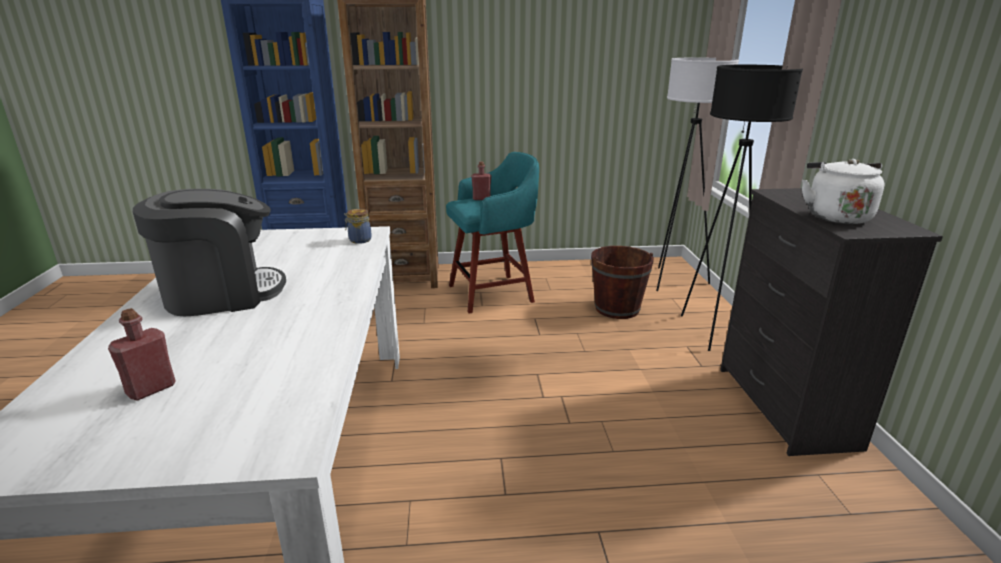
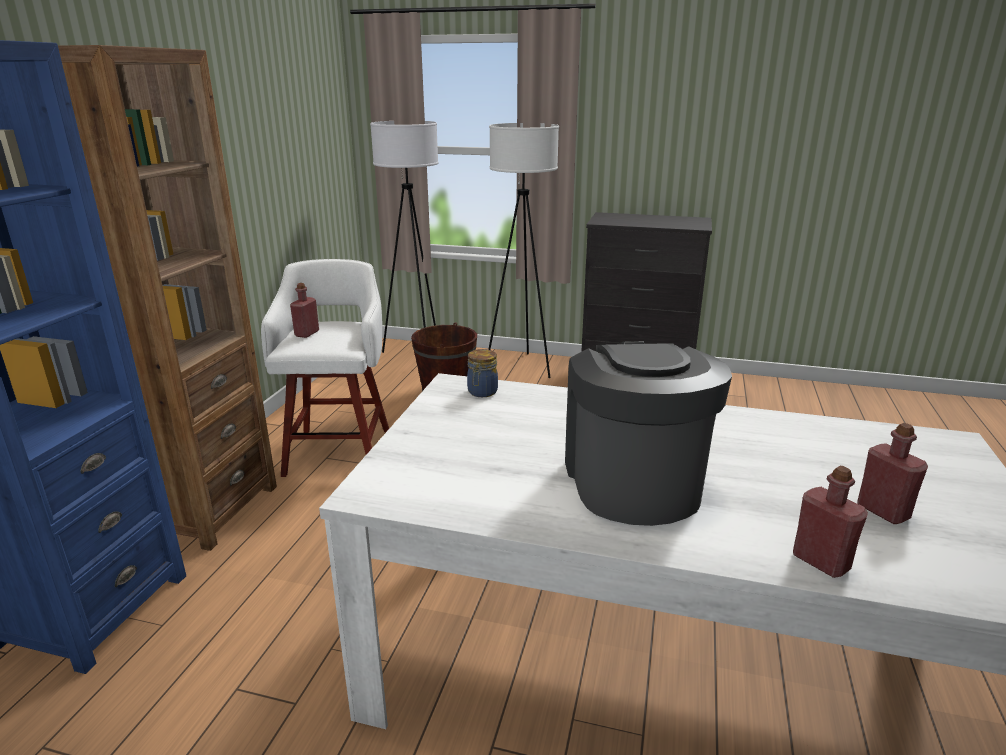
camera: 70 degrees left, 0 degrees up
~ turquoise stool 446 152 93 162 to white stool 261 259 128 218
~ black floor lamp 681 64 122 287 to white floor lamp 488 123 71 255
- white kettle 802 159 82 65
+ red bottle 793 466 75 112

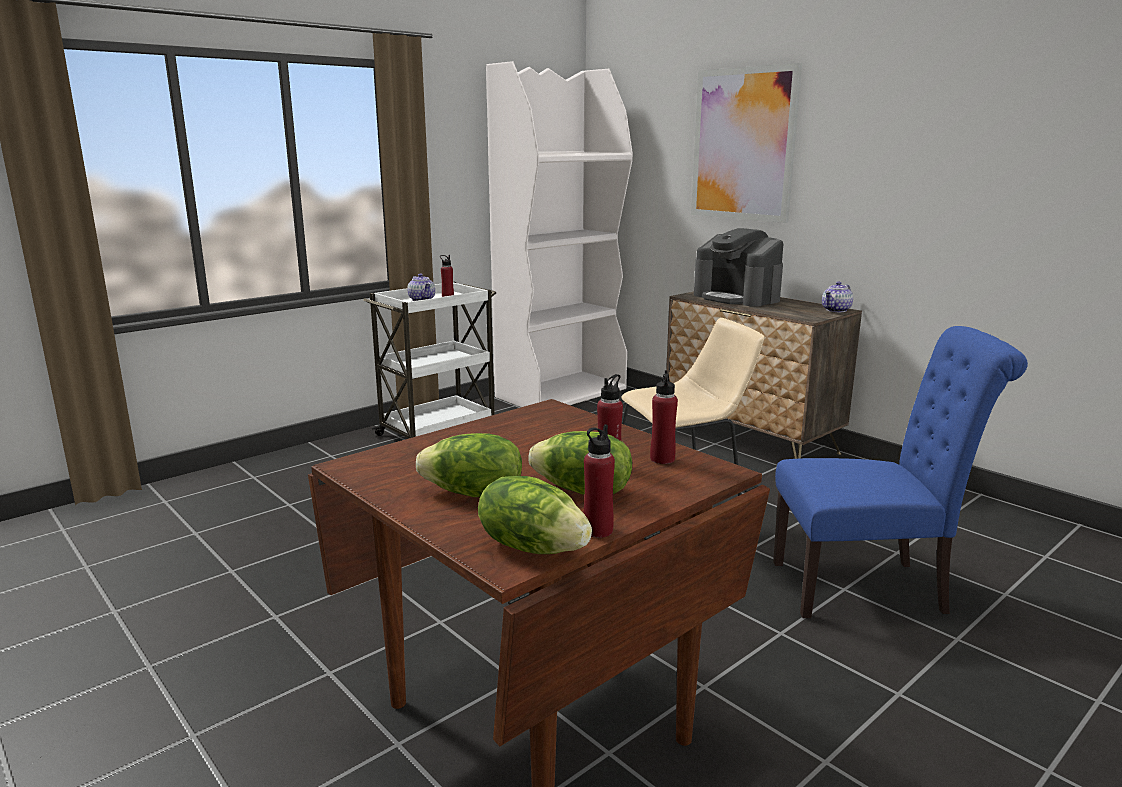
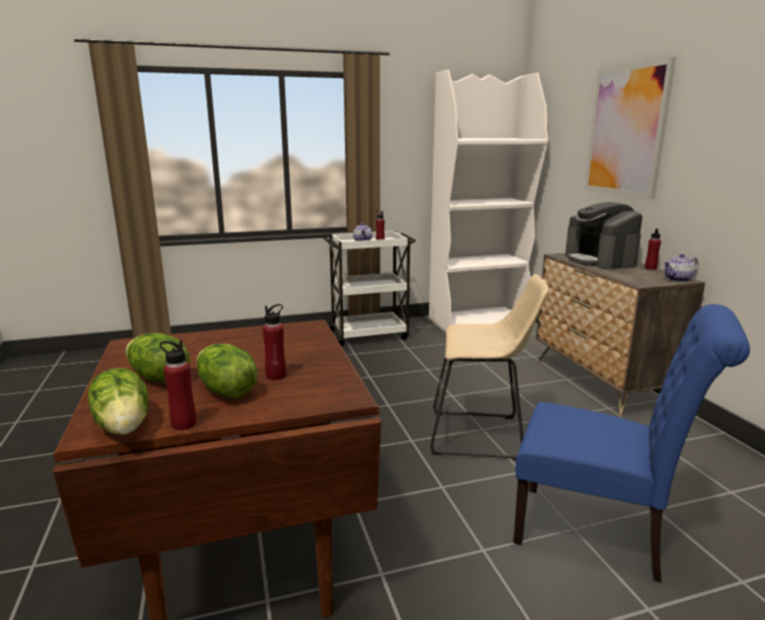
camera: 25 degrees right, 0 degrees up
~ red bottle 650 370 28 94 to 645 228 16 42

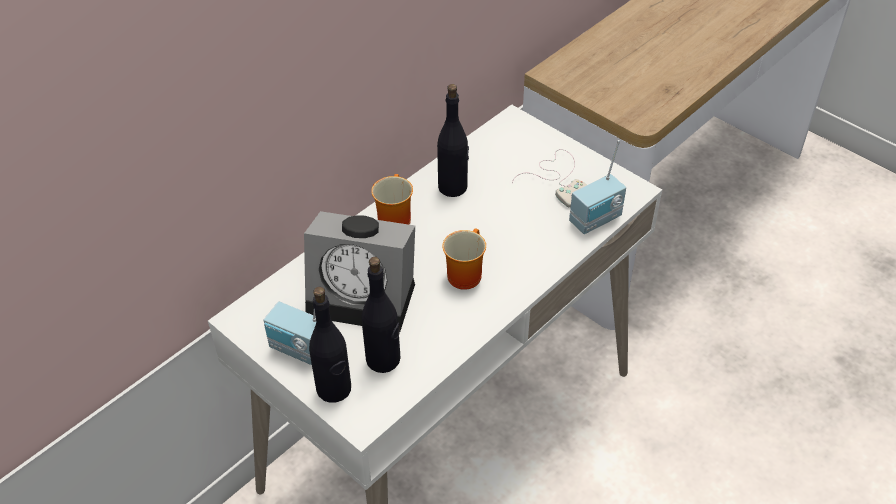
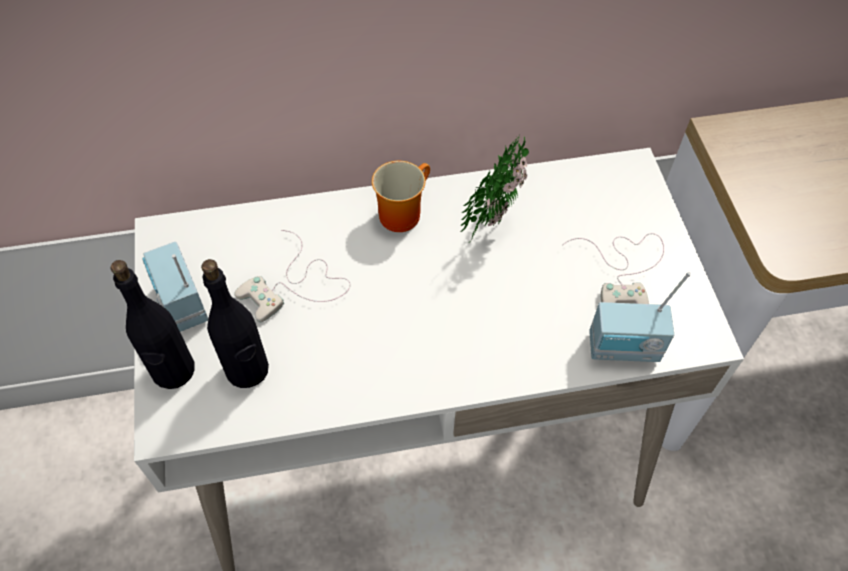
camera: 35 degrees right, 10 degrees up
~ alarm clock 304 211 111 120 to white game controller 234 230 117 92
~ black bottle 437 84 32 113 to potted plant 460 133 69 105
- mug 442 229 44 61

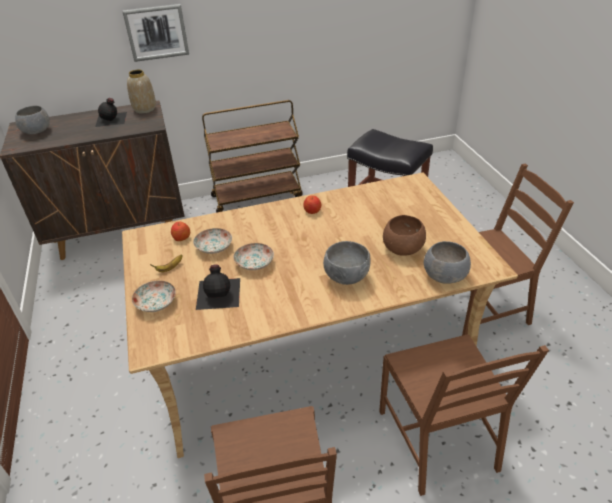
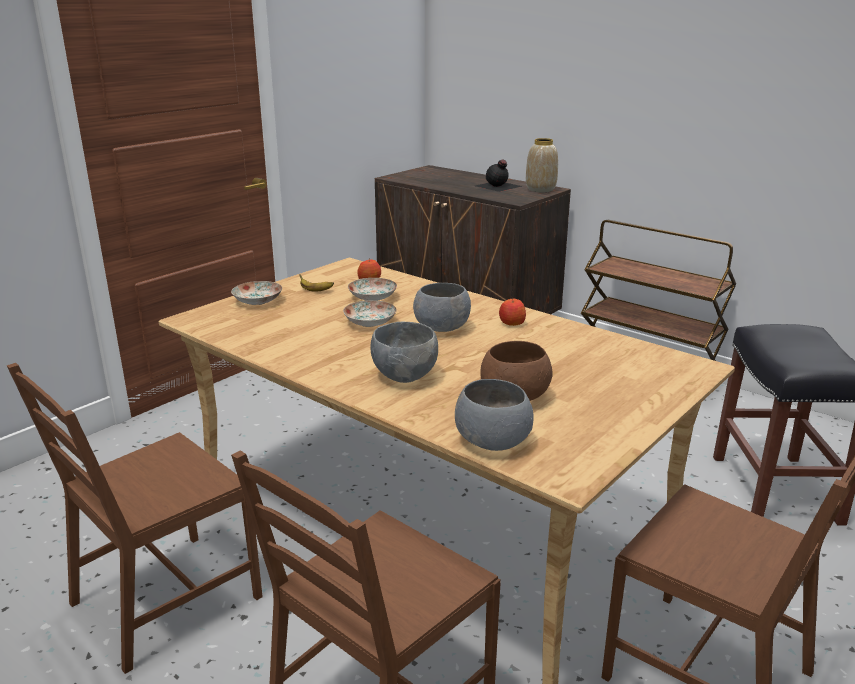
camera: 55 degrees right, 15 degrees down
~ grey bowl 15 106 35 28 to 413 283 58 49
- picture 122 4 67 58
- black bottle 196 264 44 46

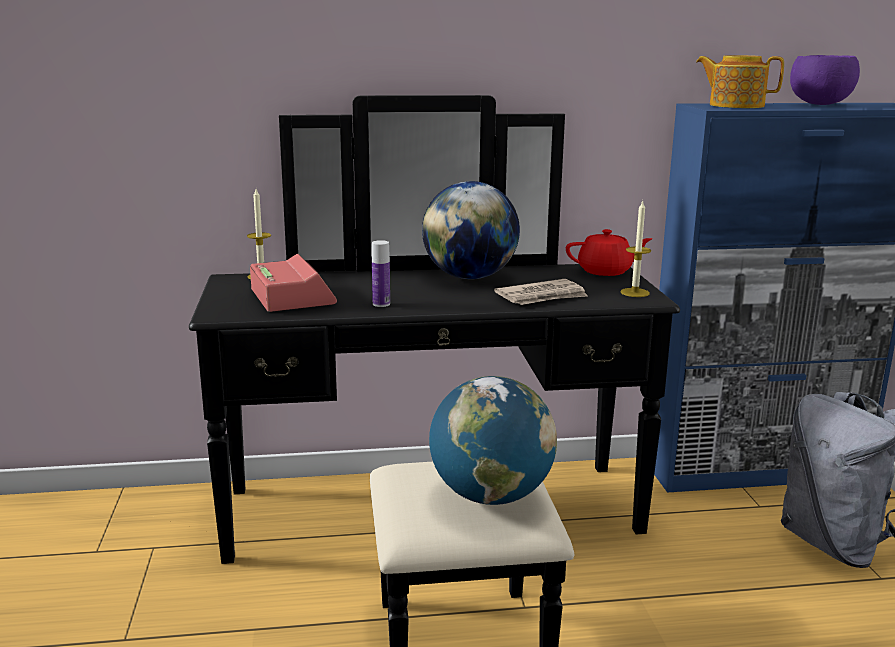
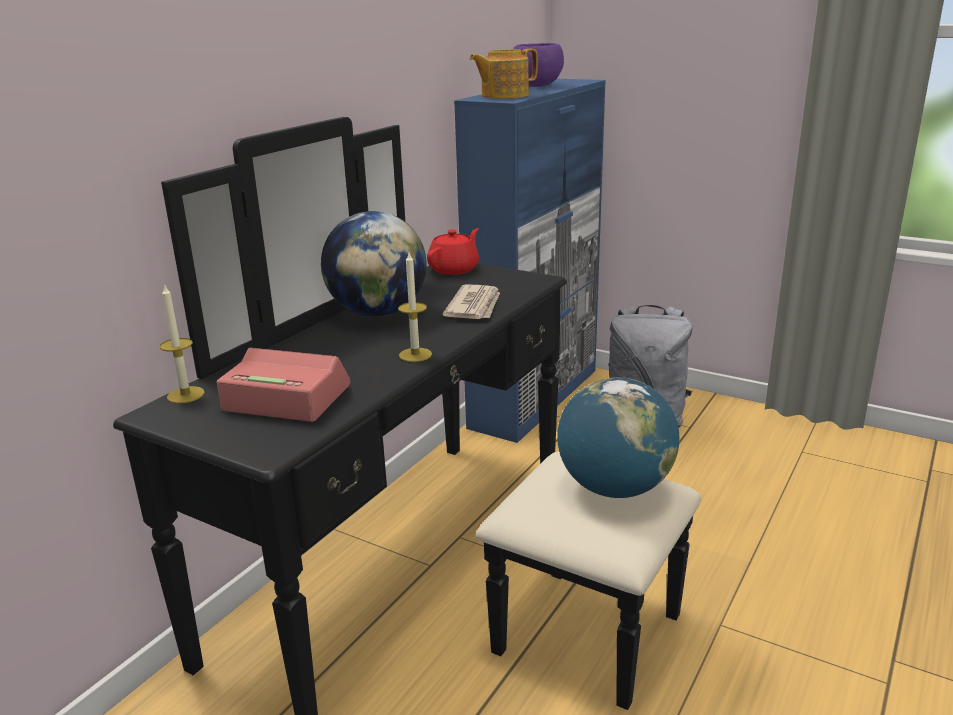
camera: 50 degrees left, 5 degrees up
- bottle 372 240 18 67
~ candle 620 200 31 97 to 398 253 34 109

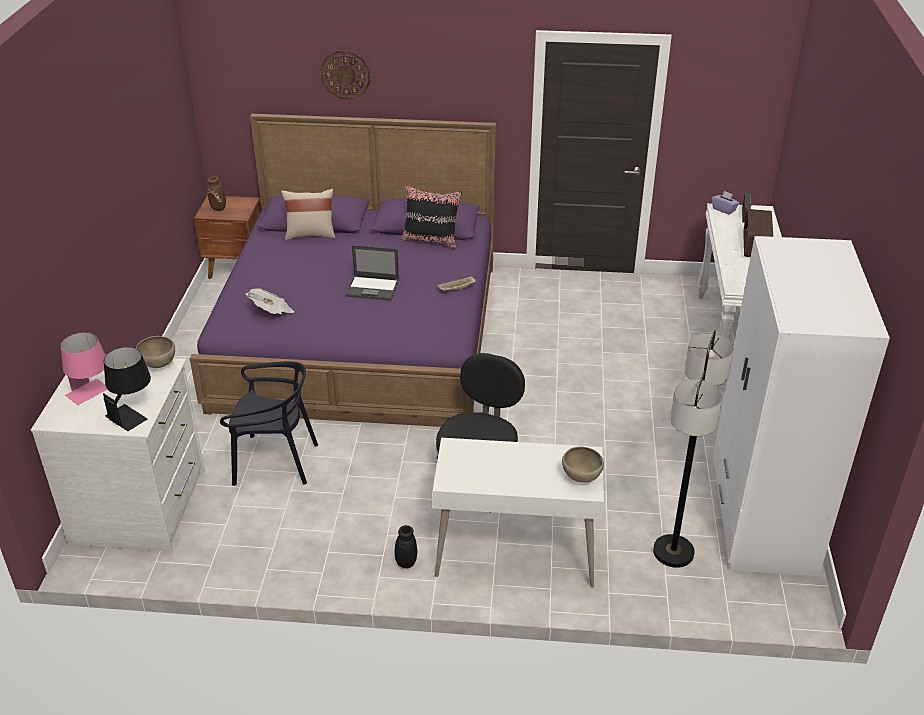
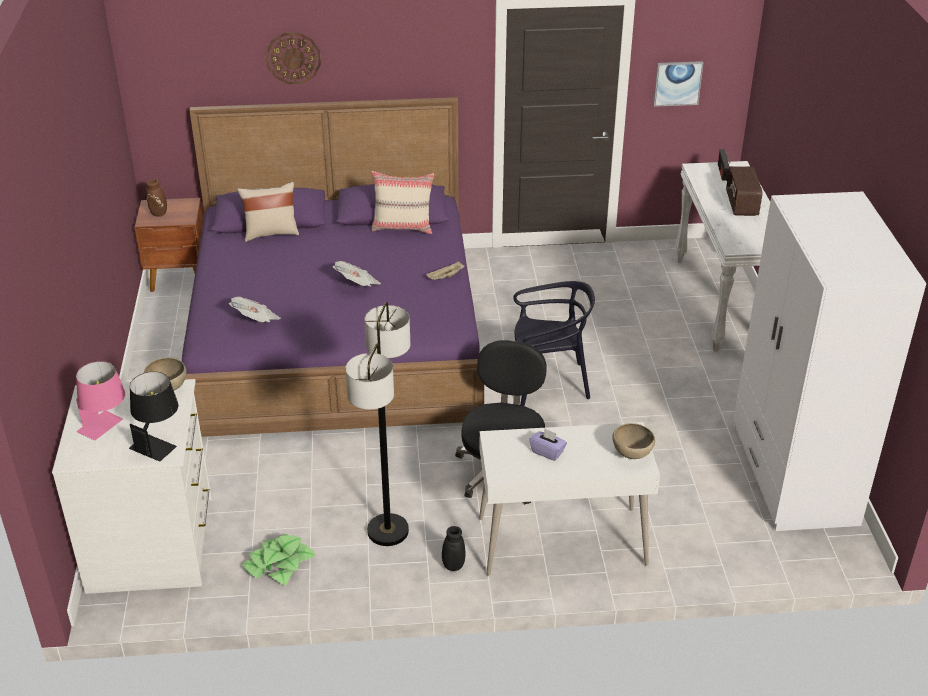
camera: 10 degrees left, 0 degrees up
~ black chair 220 361 98 125 to 513 281 82 125
~ laptop 345 245 54 56 to newspaper 332 261 49 25
~ black pillow 401 185 61 64 to beige pillow 371 171 63 63
~ floor lamp 653 330 81 238 to 345 302 65 244
~ purple tissue box 712 191 28 24 to 529 429 38 32
+ potted plant 242 534 73 52
+ picture 653 61 50 46

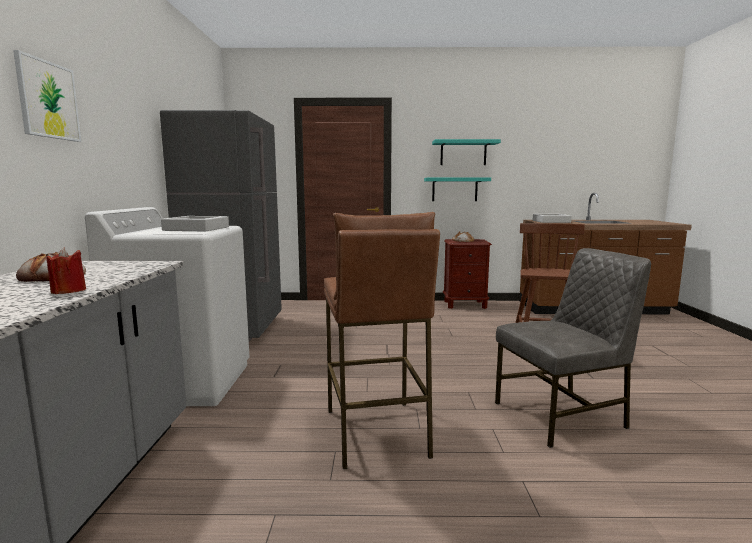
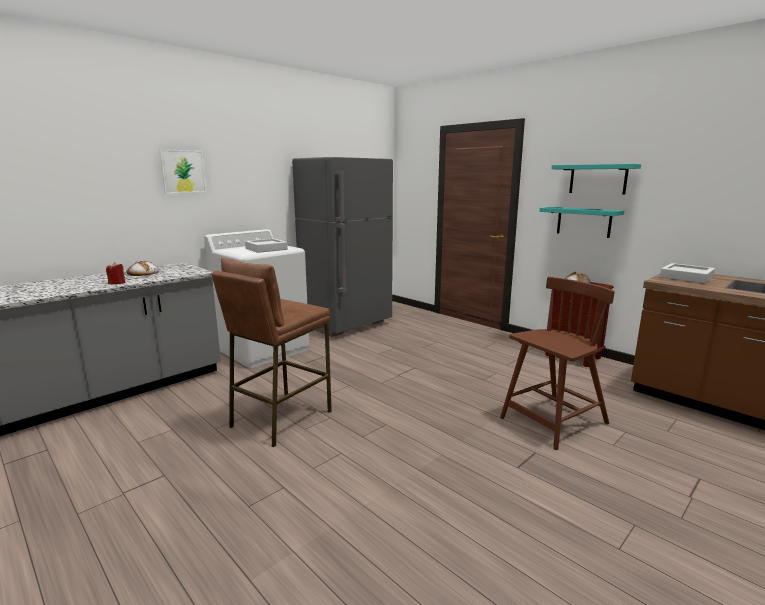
camera: 45 degrees right, 5 degrees up
- grey chair 495 248 156 200

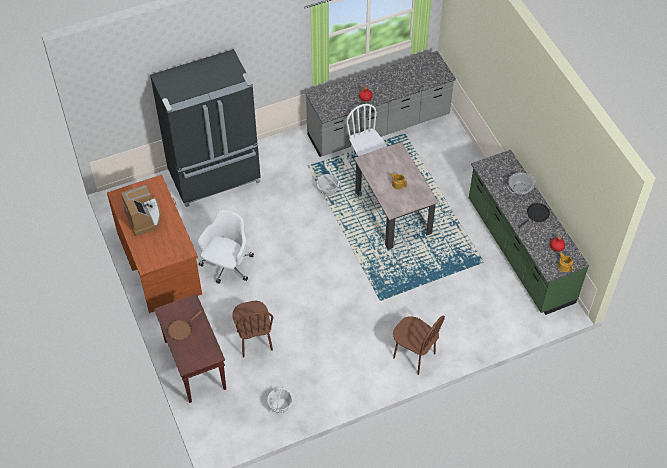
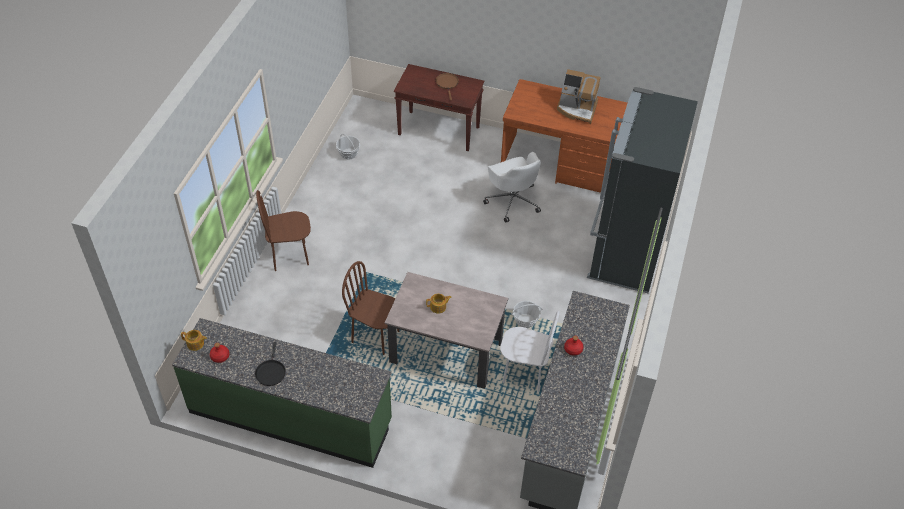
camera: 130 degrees right, 5 degrees down
~ brown chair 232 301 41 56 to 342 261 57 94
- cooking pot 507 172 29 23

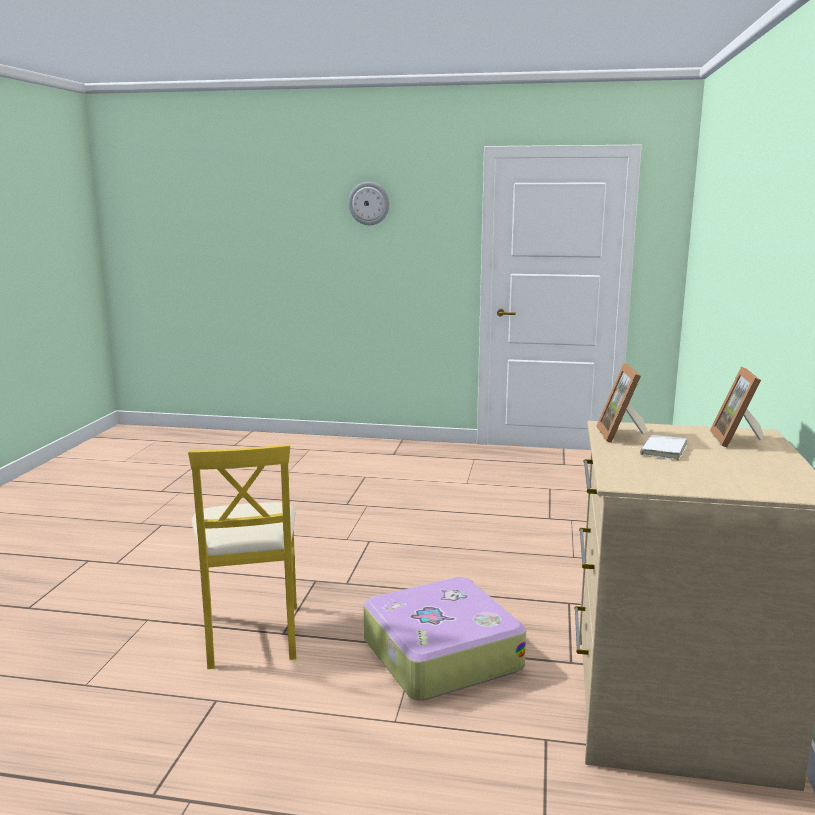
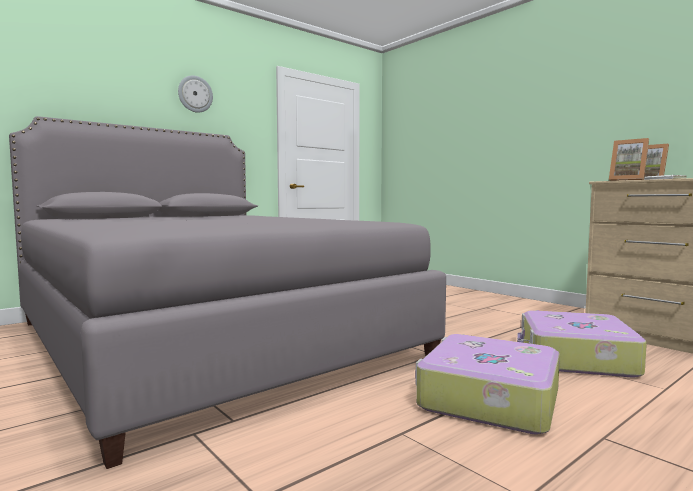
camera: 50 degrees left, 10 degrees down
~ yellow chair 188 444 109 225 to suitcase 415 334 145 101
+ grey bed 9 116 437 353

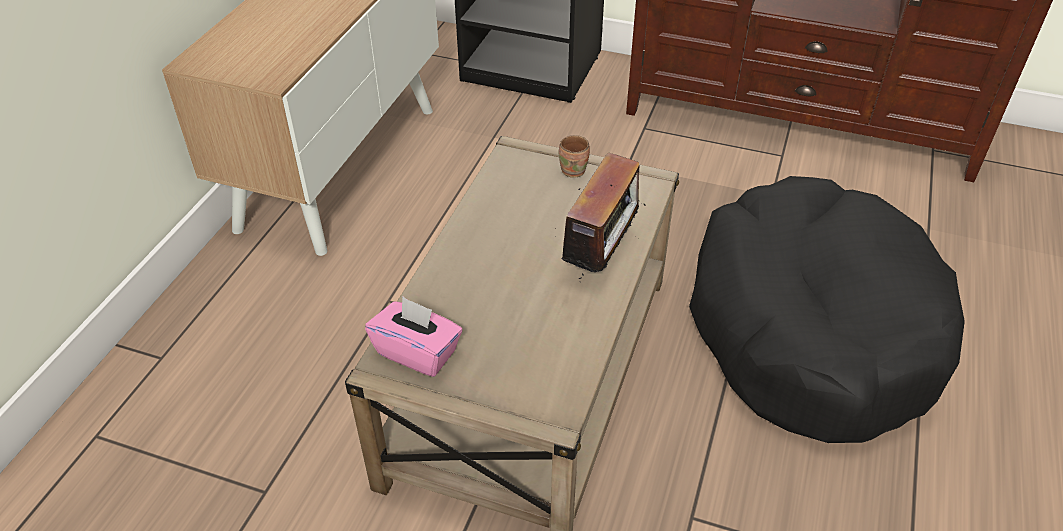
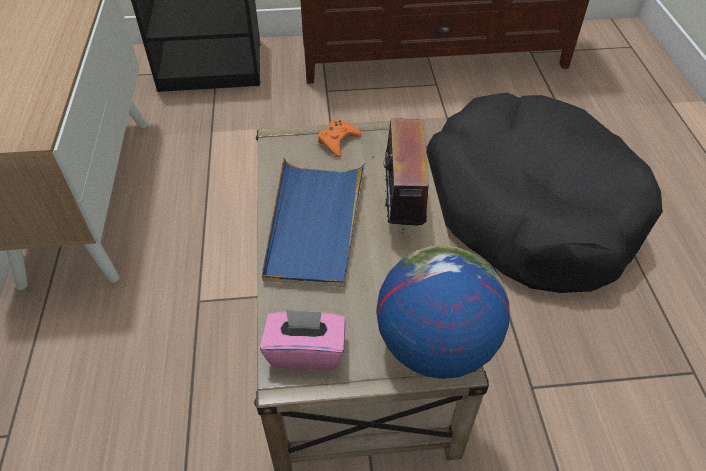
camera: 25 degrees left, 5 degrees up
~ brown mug 559 135 31 43 to orange game controller 318 120 44 37
+ blue tray 262 158 103 129
+ globe 376 246 134 133

